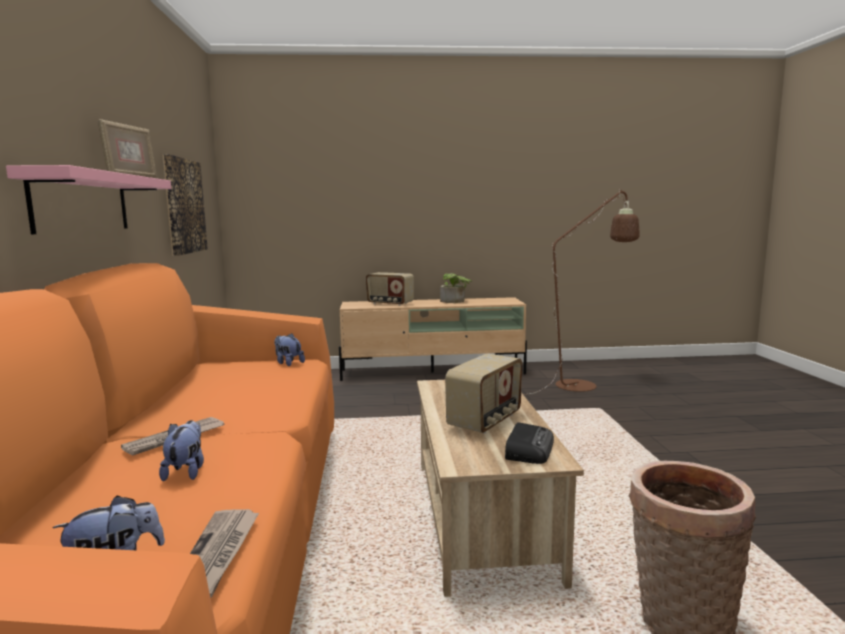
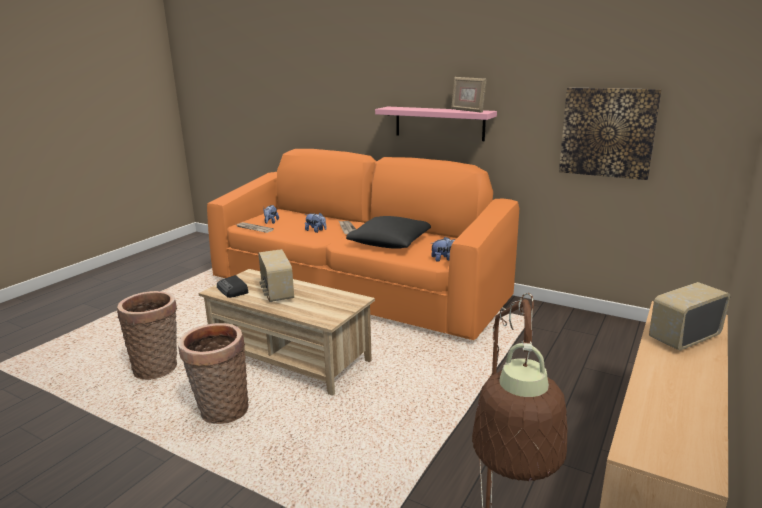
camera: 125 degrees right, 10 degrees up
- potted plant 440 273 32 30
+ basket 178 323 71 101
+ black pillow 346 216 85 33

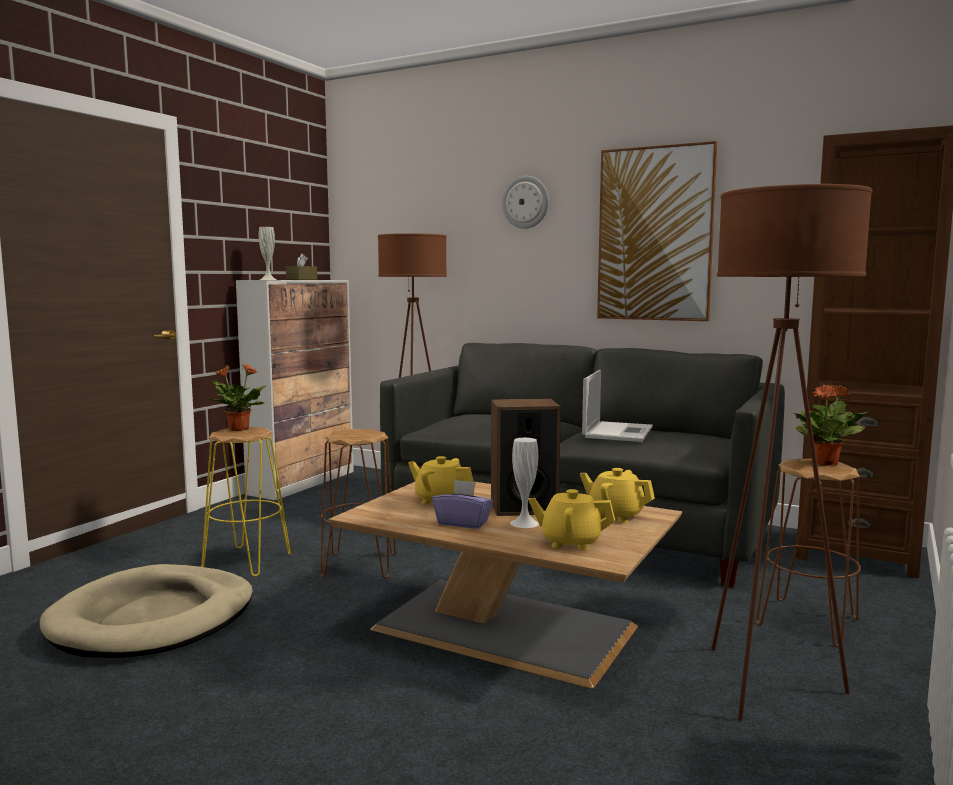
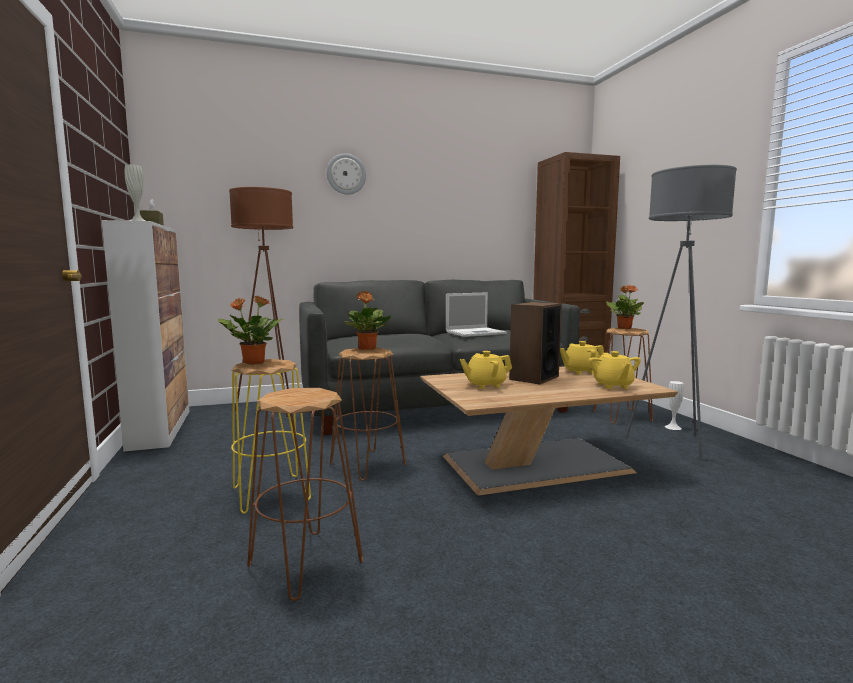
camera: 45 degrees left, 0 degrees up
~ beige dog bed 40 564 213 94 to brown stool 247 388 116 213
- purple tissue box 432 480 61 49
~ white vase 510 438 29 90 to 665 381 19 49
~ yellow teapot 528 489 87 61 = 589 351 52 38 60 degrees counterclockwise
~ laptop 582 370 71 72 = 446 293 61 44 90 degrees clockwise
- picture 597 141 120 180
~ brown floor lamp 711 184 161 537 to grey floor lamp 626 165 111 296
+ potted plant 344 291 47 59

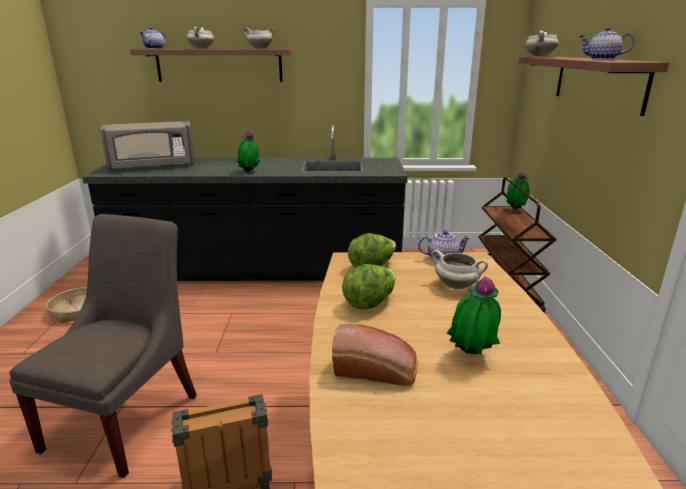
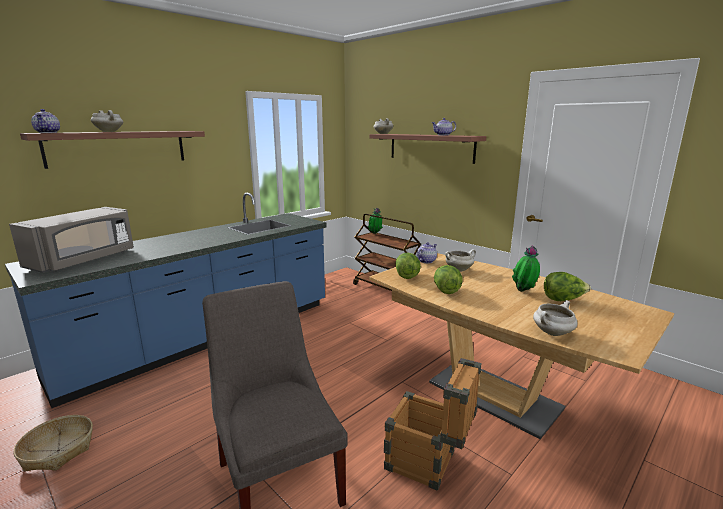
camera: 45 degrees left, 5 degrees down
~ black counter 82 124 326 157 to blue counter 5 192 322 216
- potted plant 236 130 25 42
~ white cooking pot 244 27 31 22 to 533 300 45 36
- bread 332 324 86 62
+ lettuce 544 272 47 29

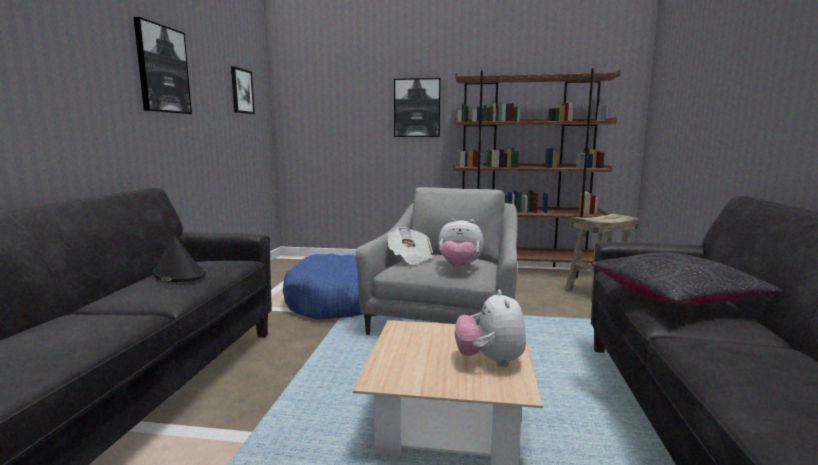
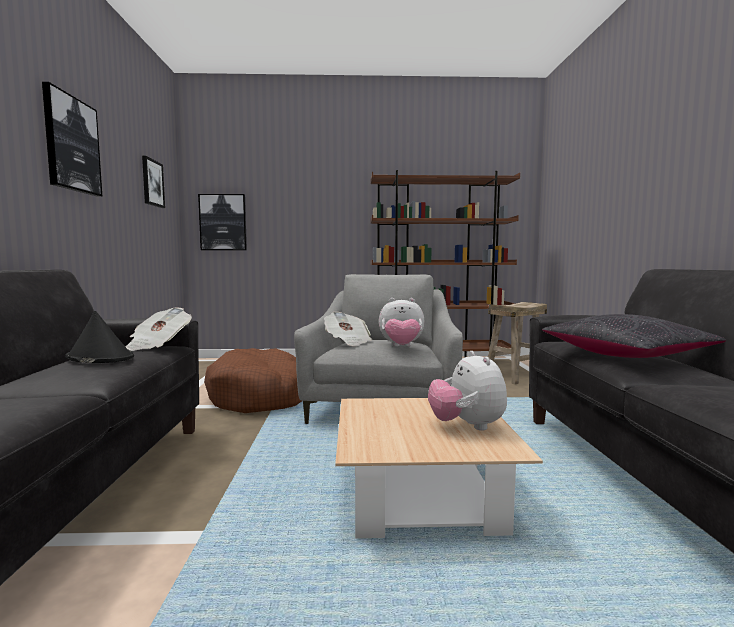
camera: 10 degrees left, 5 degrees down
~ blue dog bed 283 253 81 66 to brown dog bed 204 348 98 65
~ picture 394 78 47 59 to 198 194 49 56
+ newspaper 125 307 67 44

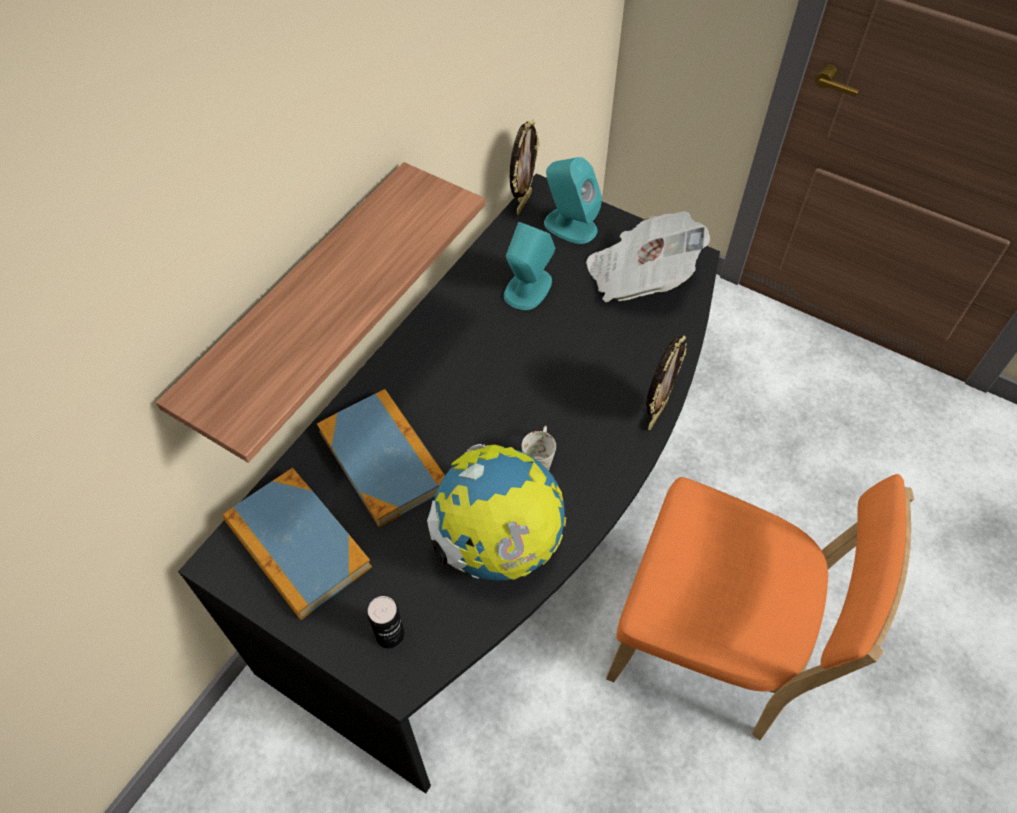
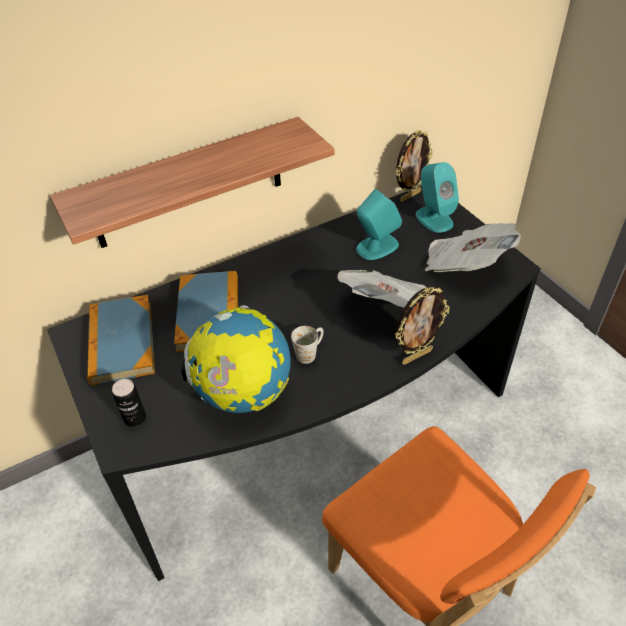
camera: 30 degrees right, 10 degrees down
+ newspaper 337 270 90 37

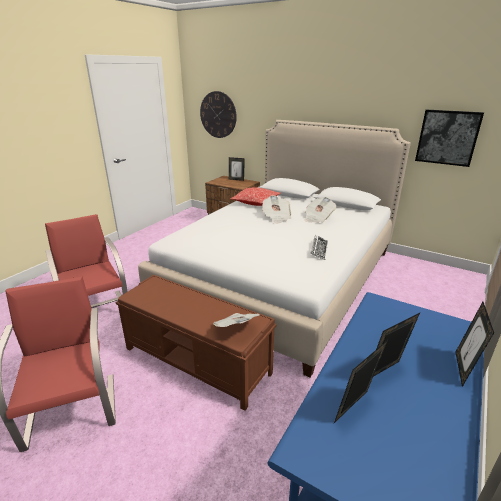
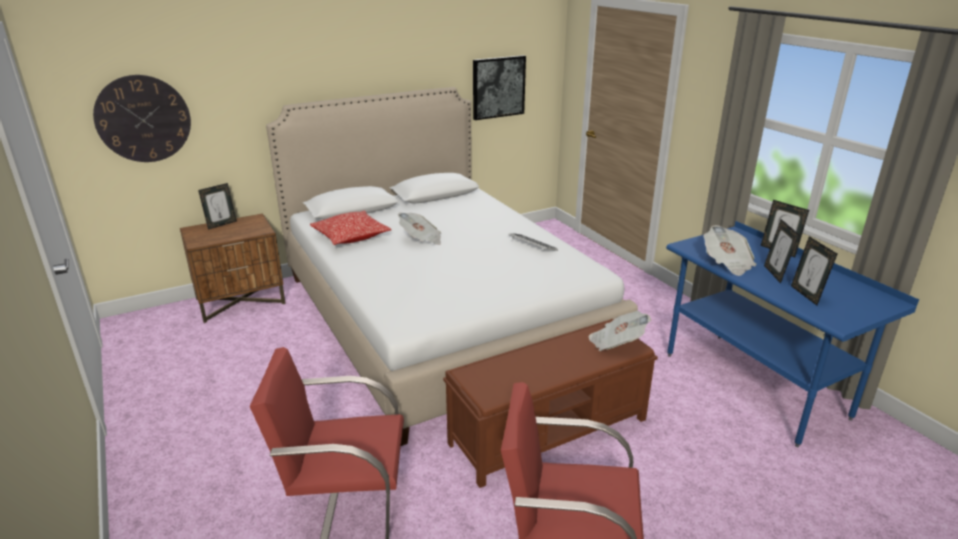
camera: 60 degrees left, 0 degrees up
~ newspaper 305 197 31 26 to 703 225 54 51

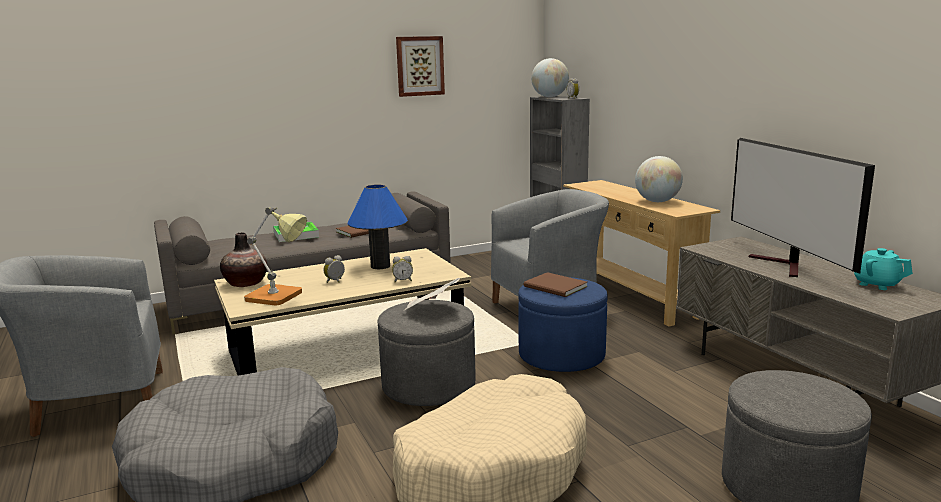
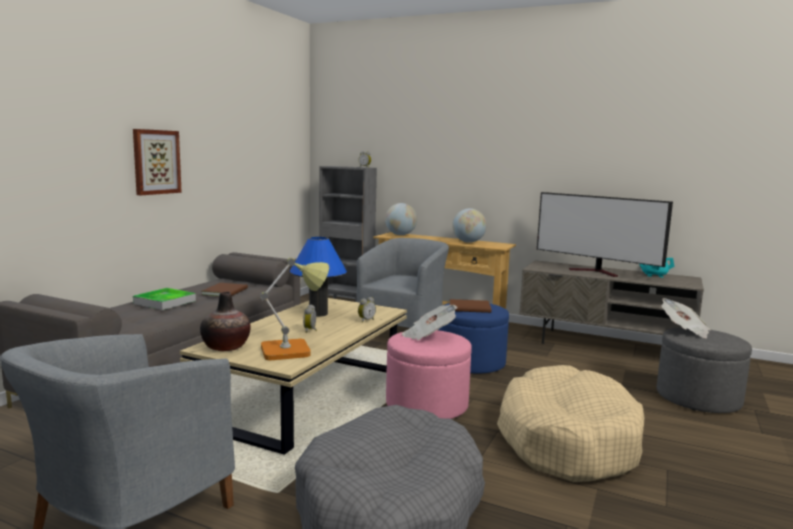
camera: 40 degrees left, 5 degrees down
~ grey ottoman 378 300 98 106 to pink ottoman 386 330 86 89
~ picture 396 36 49 61 to 133 129 49 66
~ globe 531 58 38 39 to 385 203 32 32
+ newspaper 661 298 49 40

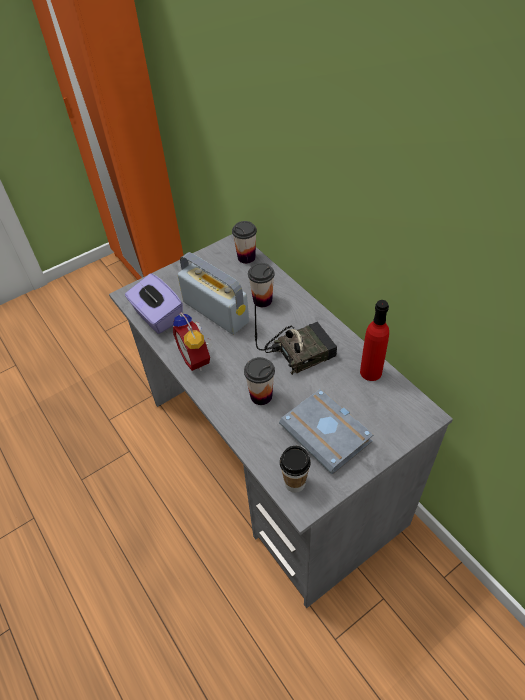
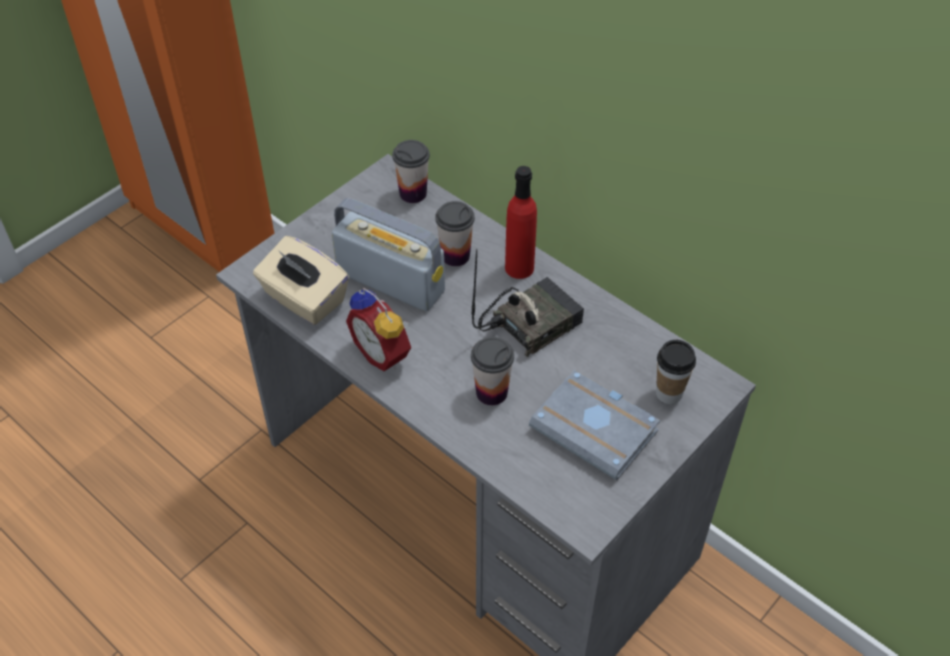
camera: 15 degrees left, 0 degrees up
~ purple tissue box 125 273 58 61 to beige tissue box 253 236 96 89
~ cup 280 446 31 47 to 656 340 40 64
~ red bottle 360 300 29 81 to 505 166 32 113

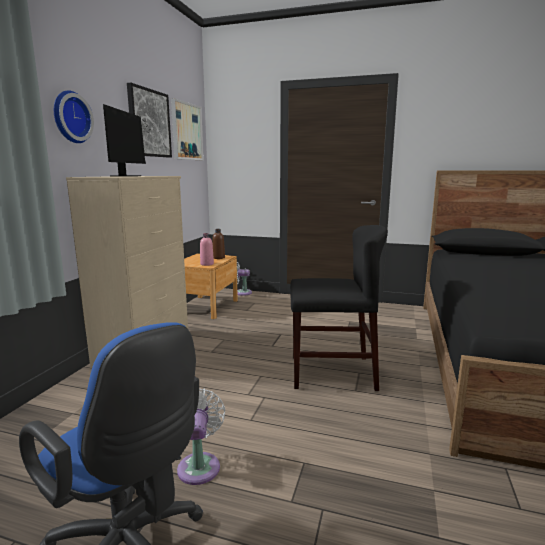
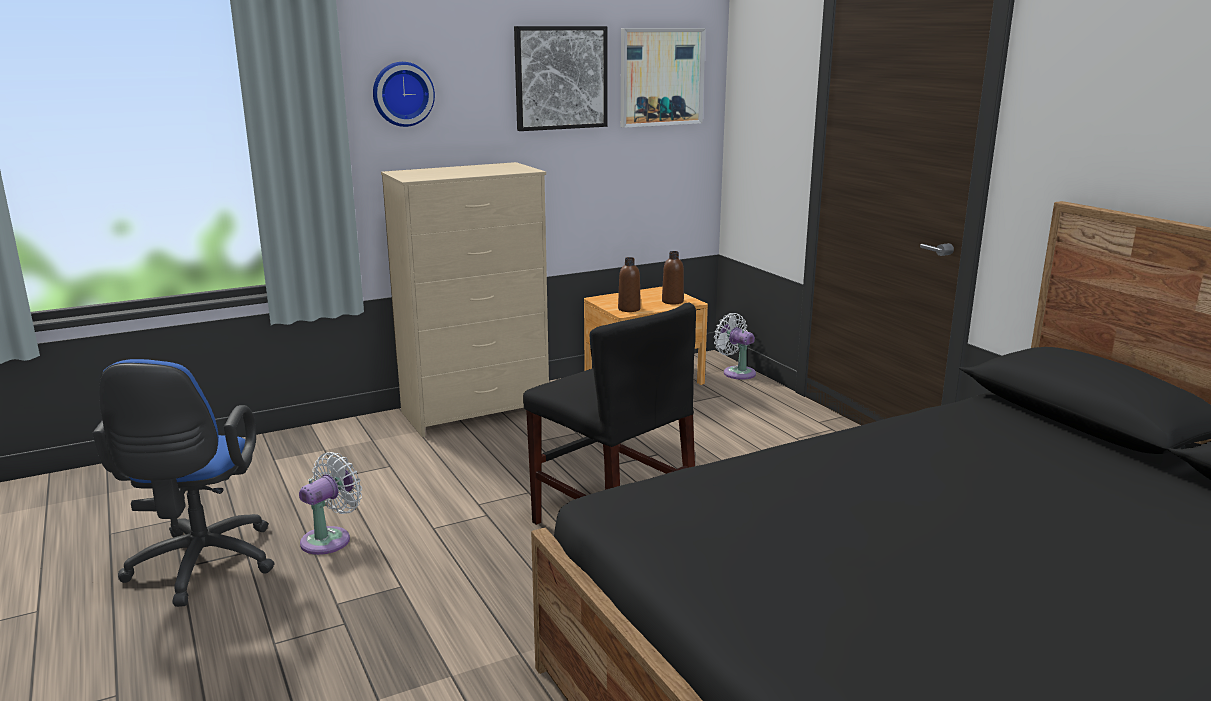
camera: 45 degrees right, 5 degrees up
- monitor 103 104 44 73
~ pink bottle 200 233 14 33 to brown bottle 618 257 23 55

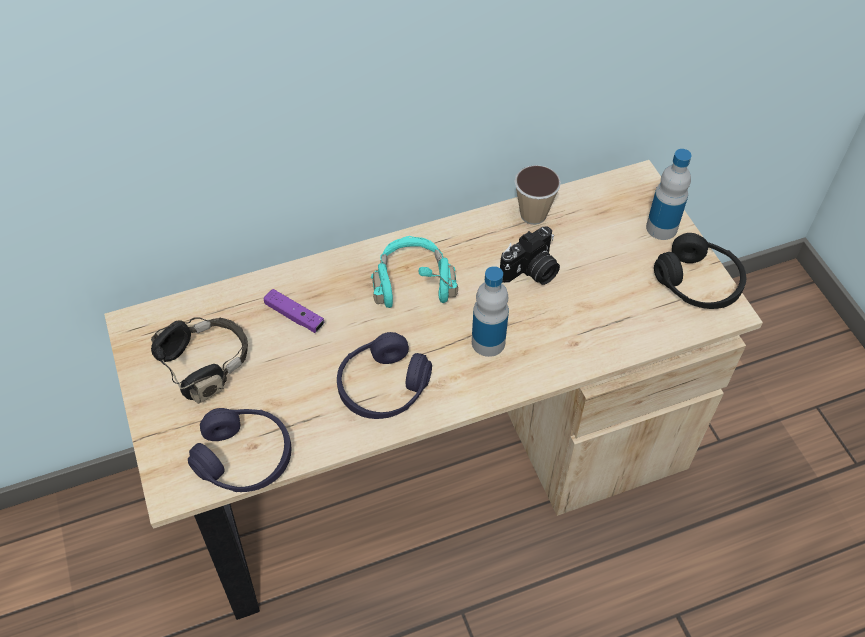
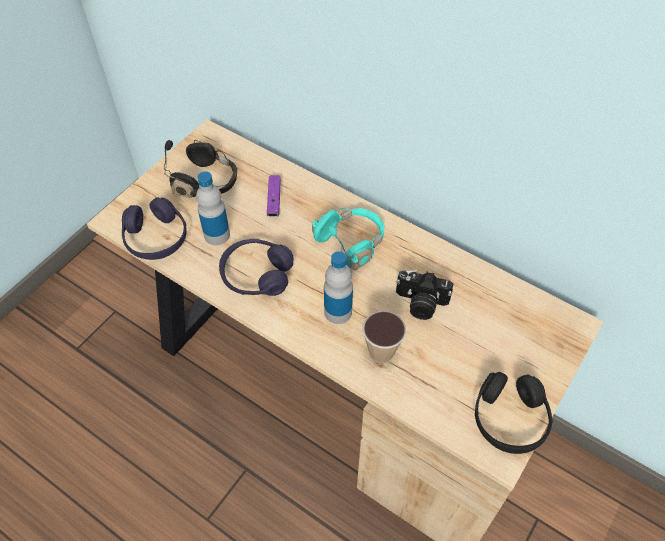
camera: 55 degrees right, 0 degrees up
~ cup 514 165 47 60 to 363 311 43 52
~ bottle 646 149 46 91 to 196 171 34 74

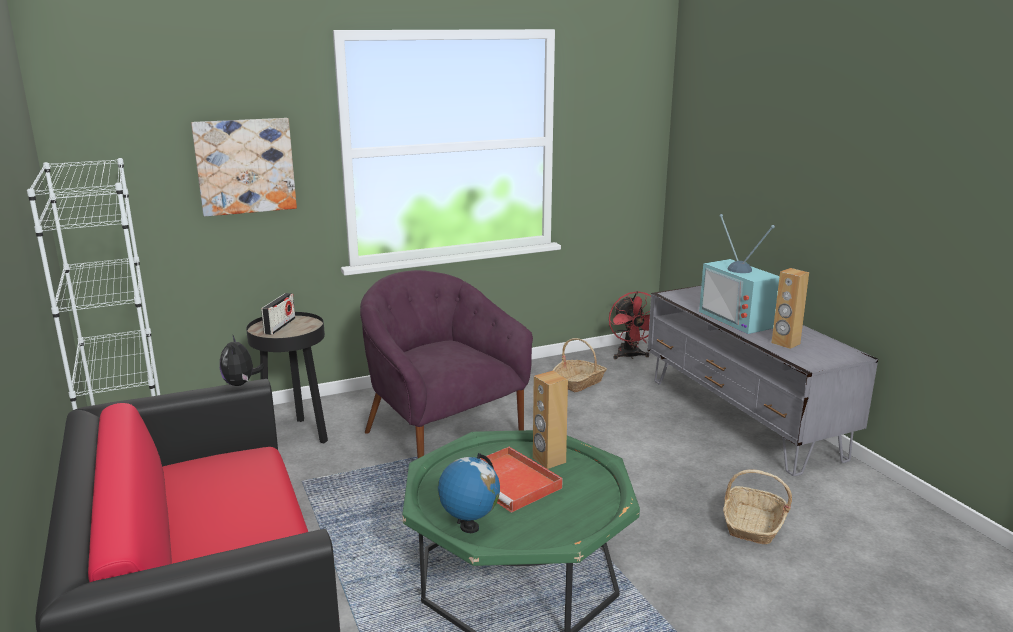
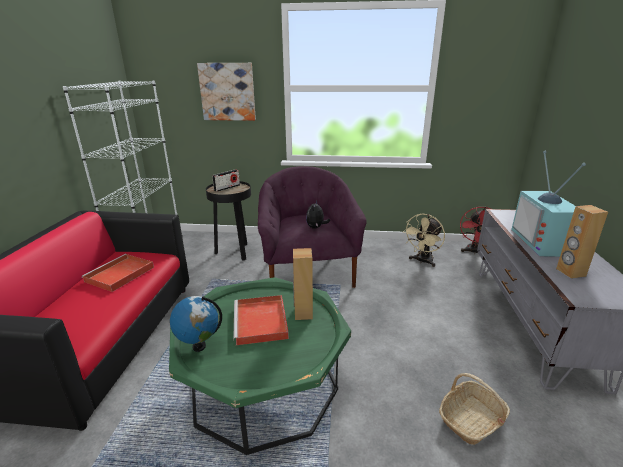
camera: 30 degrees right, 5 degrees up
~ plush toy 220 334 44 52 to 306 200 24 29
~ basket 552 338 55 54 to beige fan 403 214 42 53
+ red tray 82 254 72 38

